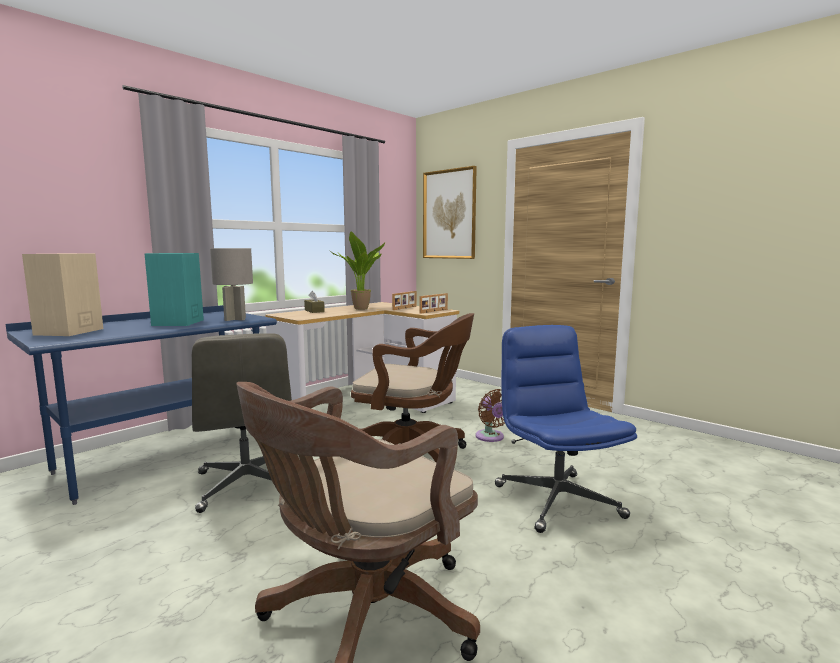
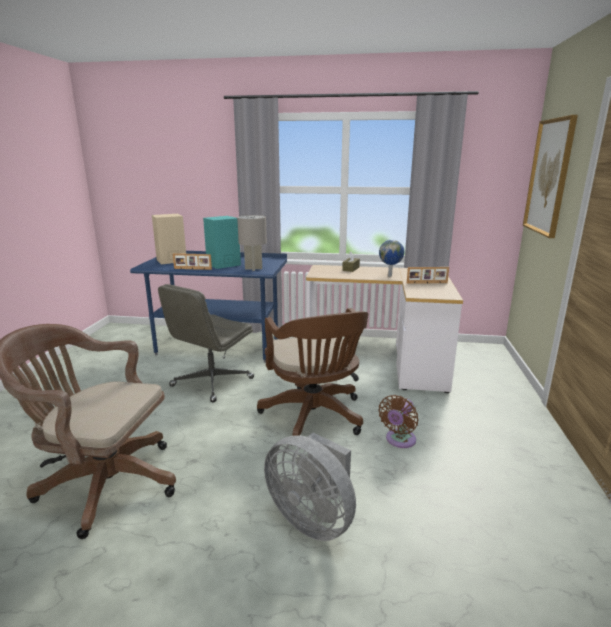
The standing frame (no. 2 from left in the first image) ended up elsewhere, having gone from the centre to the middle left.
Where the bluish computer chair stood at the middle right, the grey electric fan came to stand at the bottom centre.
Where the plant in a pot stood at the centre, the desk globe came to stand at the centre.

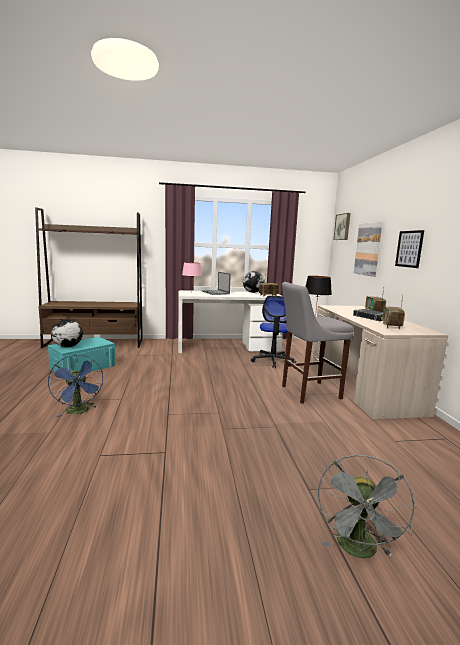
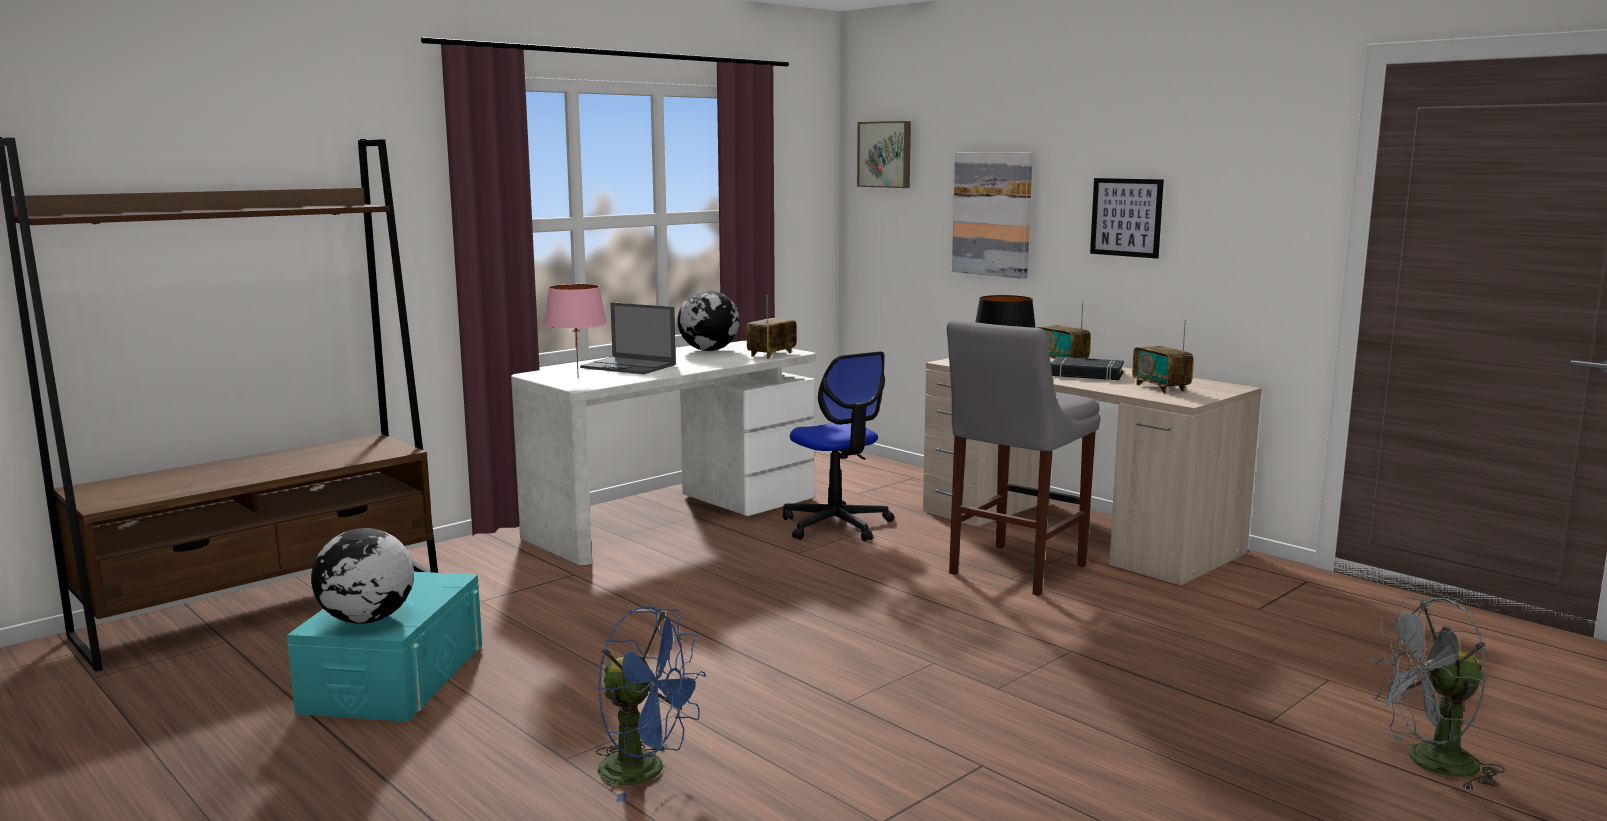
The grey electric fan at the bottom right ended up facing another way, 105 degrees clockwise from before.

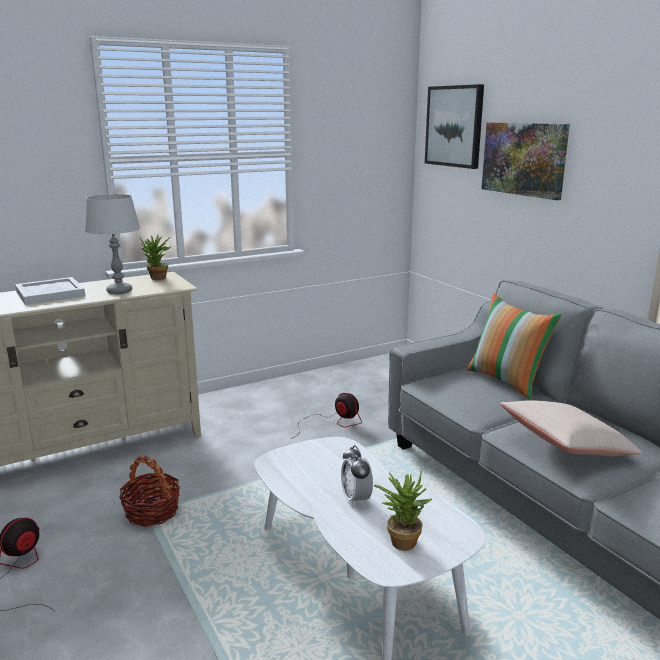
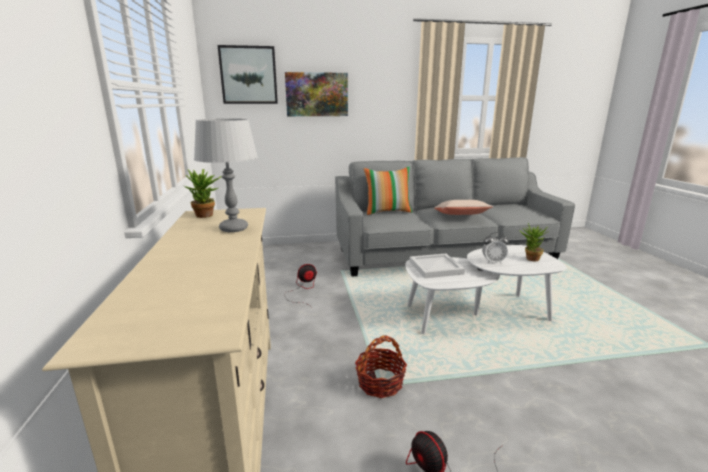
The whitish carrying tray ended up elsewhere, having gone from the middle left to the centre.

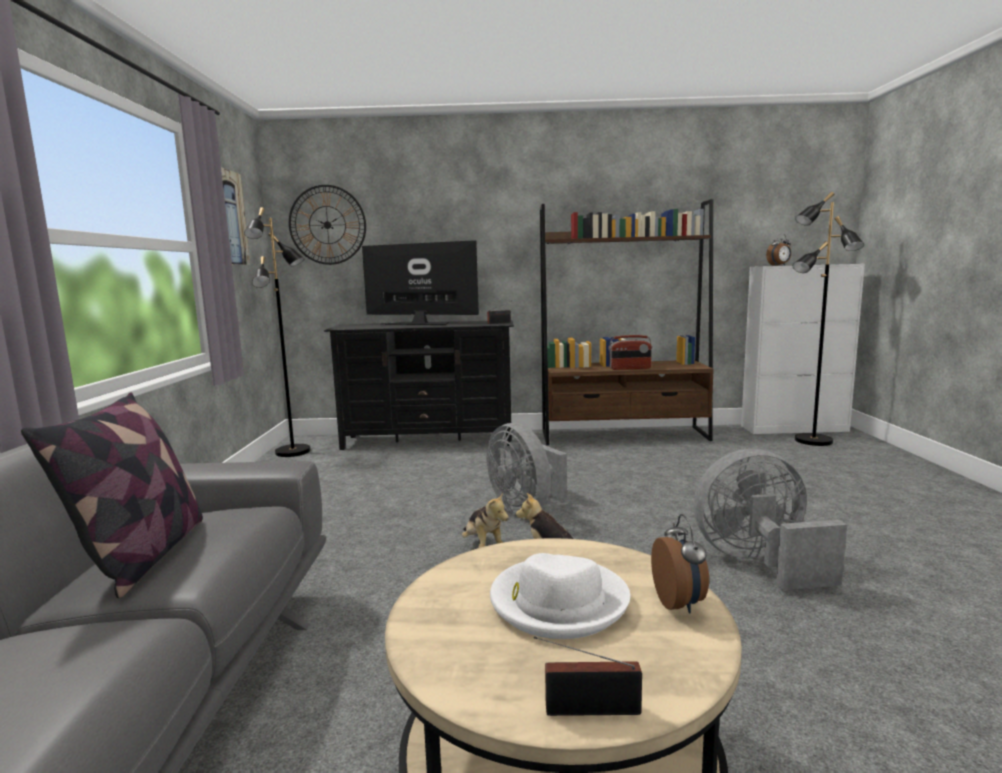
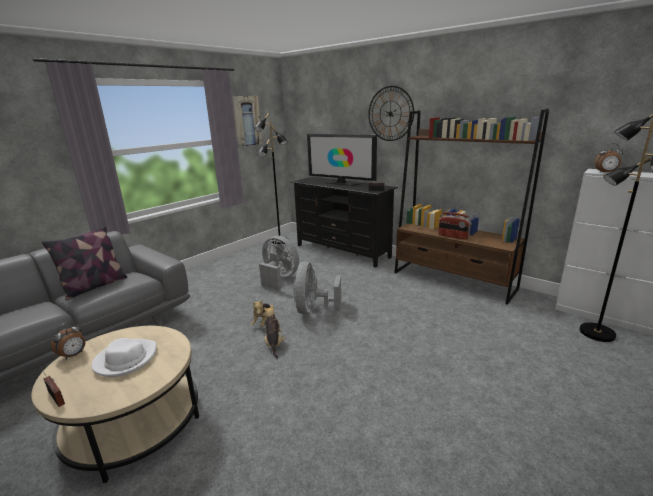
The alarm clock (no. 1 from left) ended up elsewhere, having gone from the bottom right to the bottom left.
The grey electric fan (no. 2 from left in the first image) ended up elsewhere, having gone from the bottom right to the centre.
The TV set at the centre ended up facing another way, 150 degrees clockwise from before.
The wall clock ended up elsewhere, having gone from the top left to the top centre.

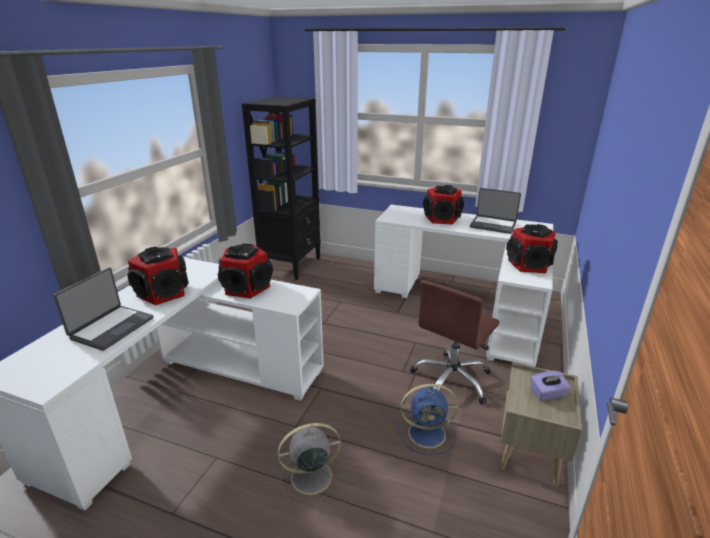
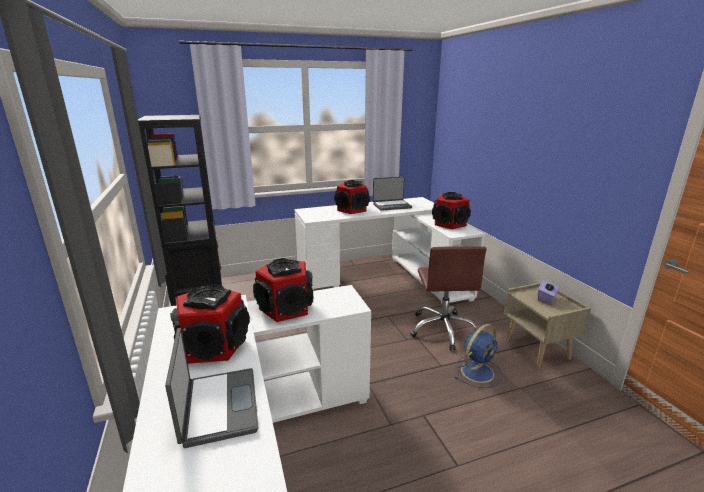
The second view lost the grey electric fan at the bottom centre.

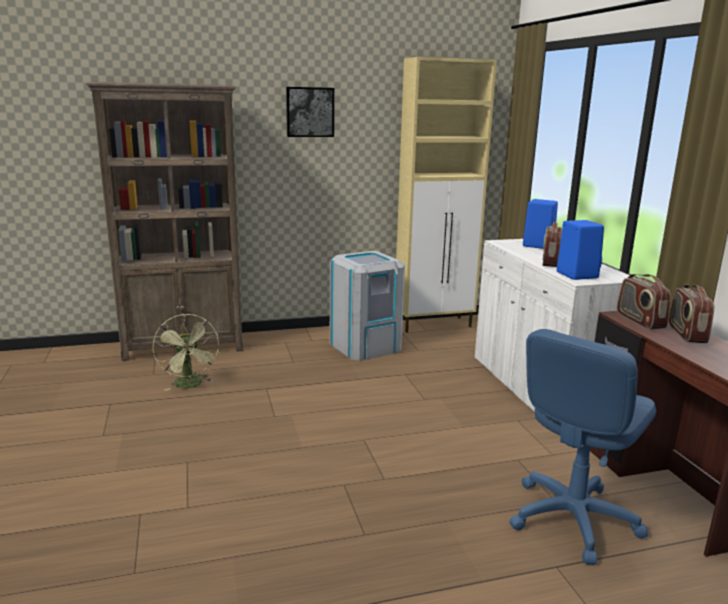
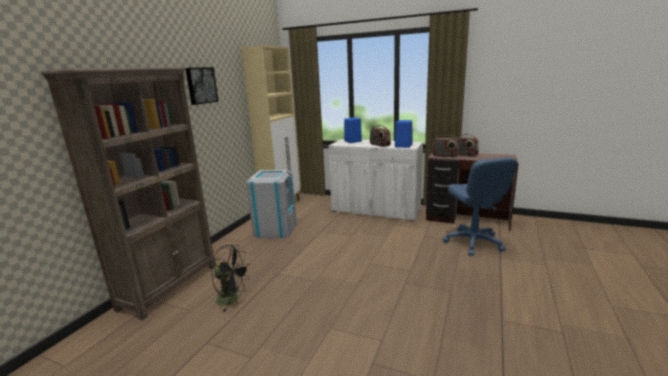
What was the green electric fan at the middle left turned into the black-coloured electric fan at the bottom centre.

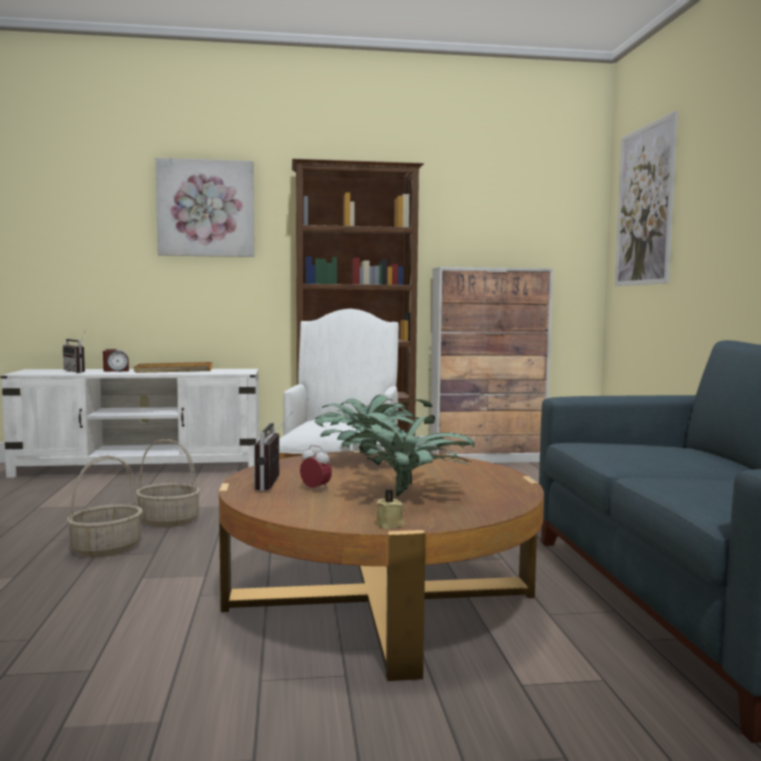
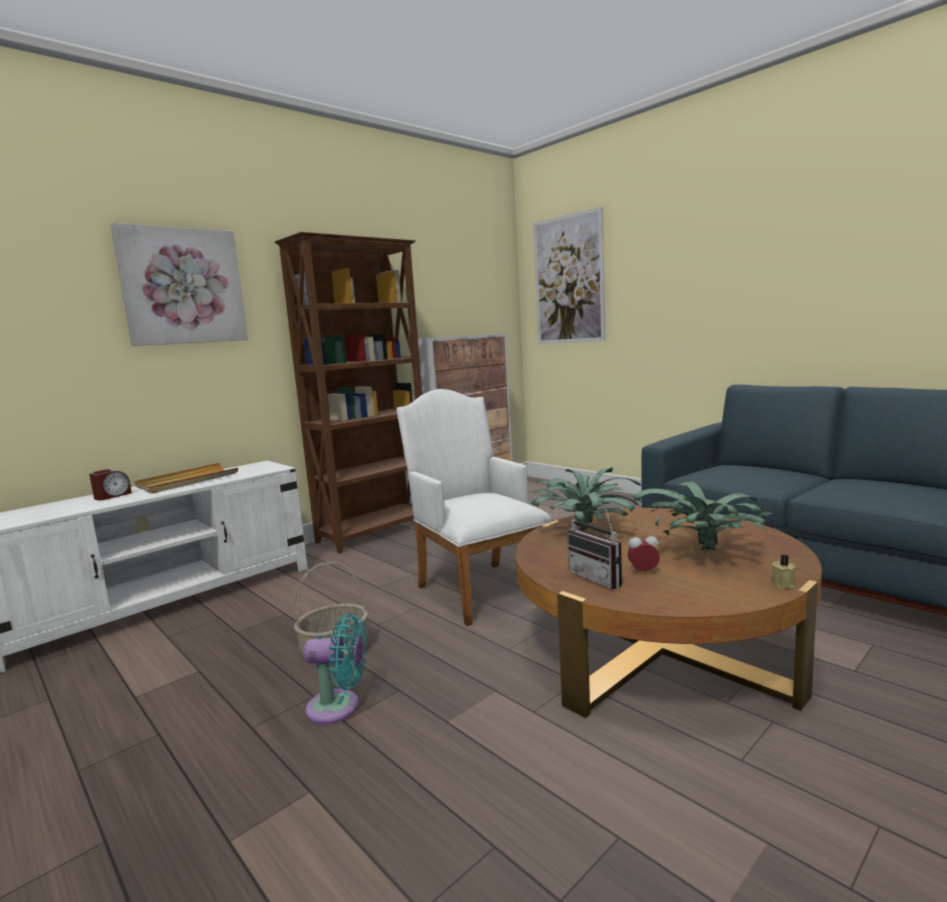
Where the basket (no. 1 from left) stood at the middle left, the blue-green electric fan came to stand at the bottom centre.
The second view lost the radio set (no. 1 from left) at the middle left.

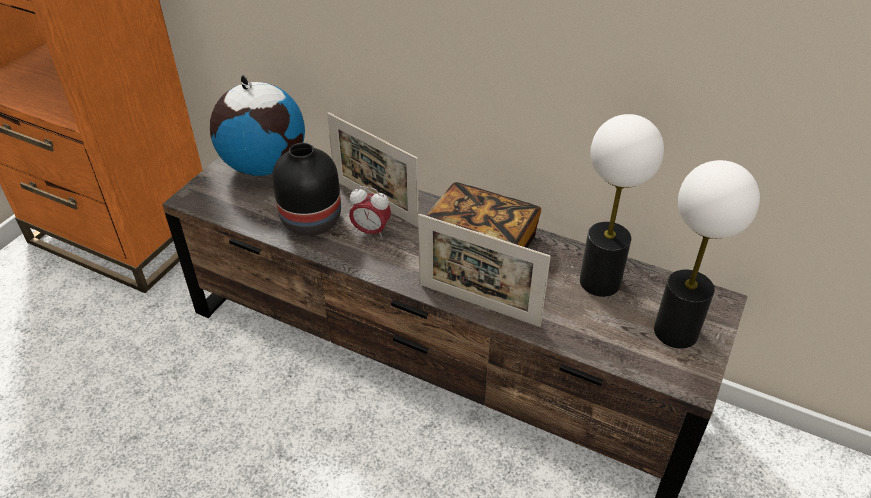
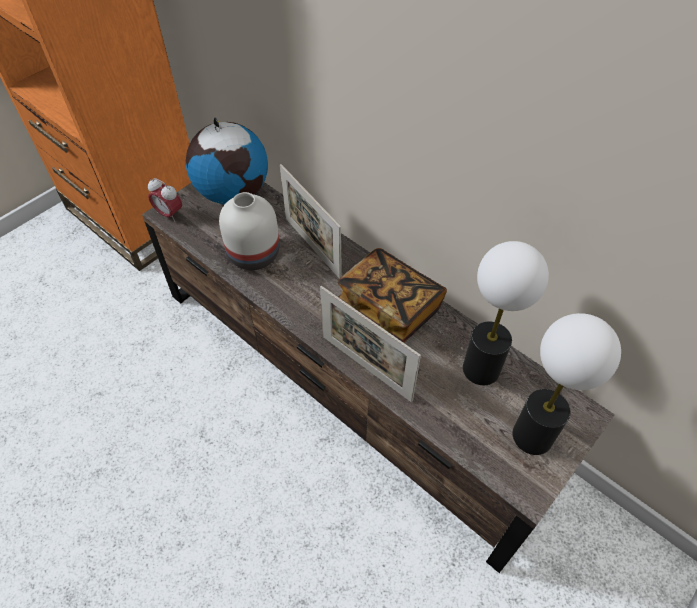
The alarm clock ended up elsewhere, having gone from the centre to the top left.
What was the black-coloured vase at the centre turned into the whitish vase at the centre.

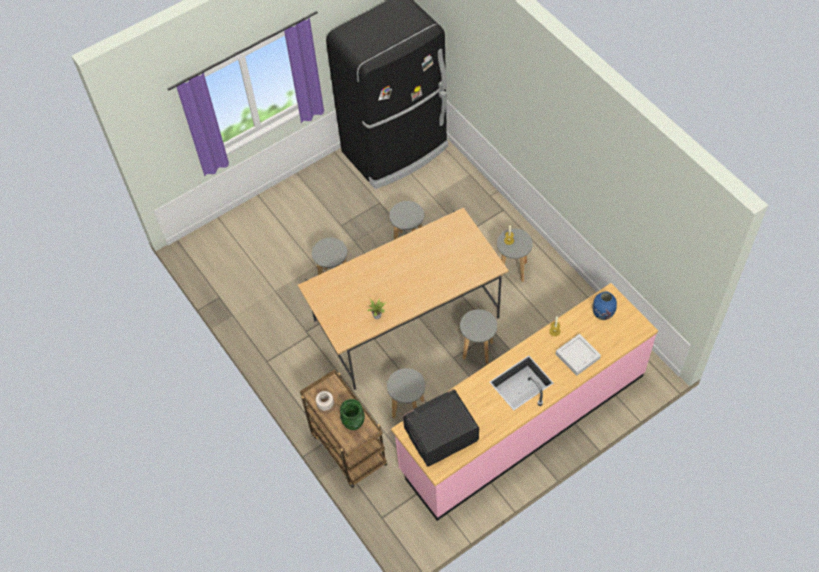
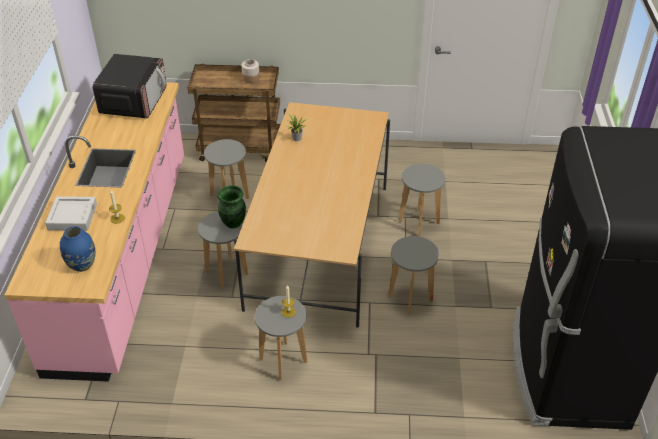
The green vase ended up elsewhere, having gone from the bottom centre to the centre.

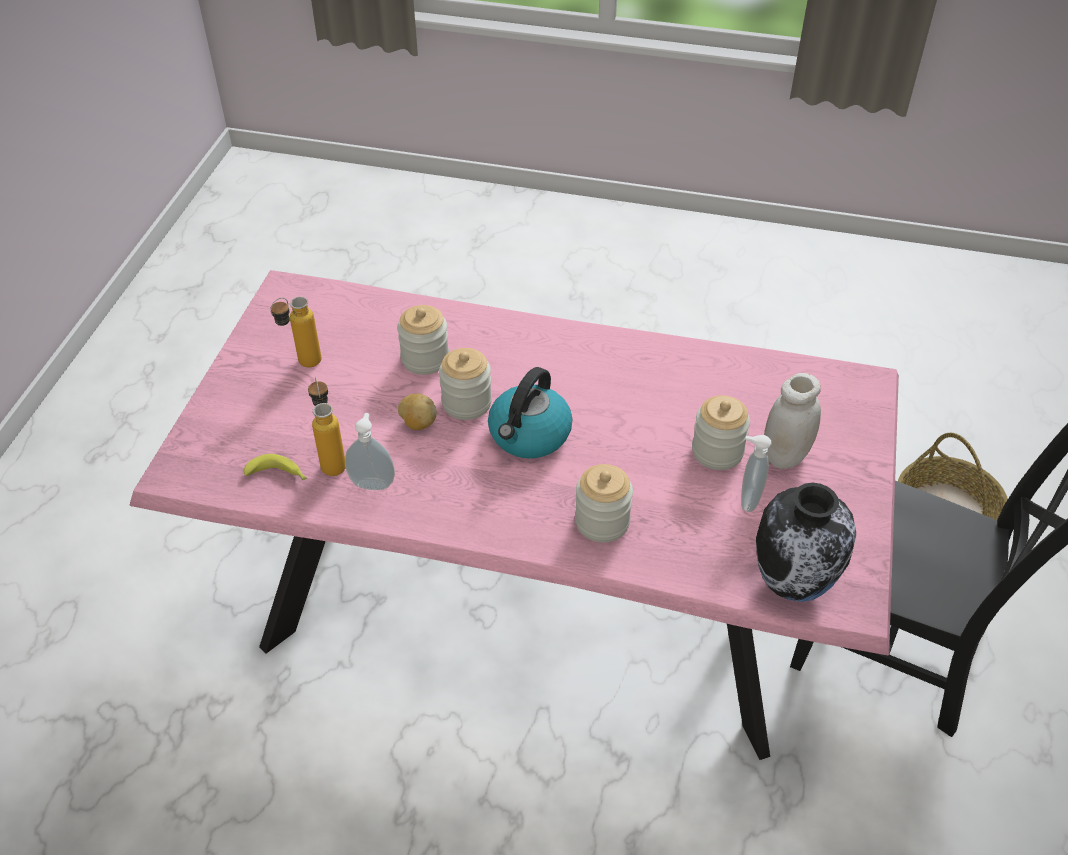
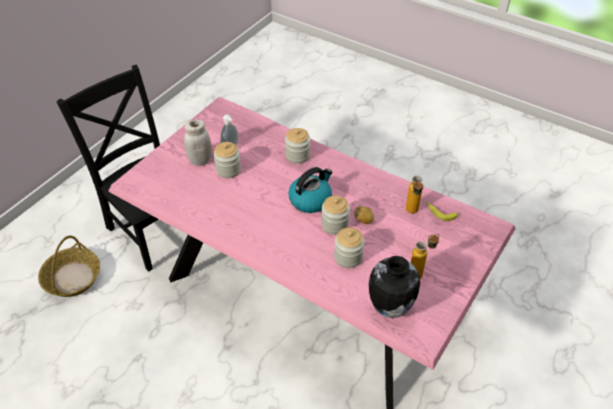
The vase ended up elsewhere, having gone from the middle right to the bottom centre.
The second view lost the liquid soap bottle (no. 1 from left) at the centre.

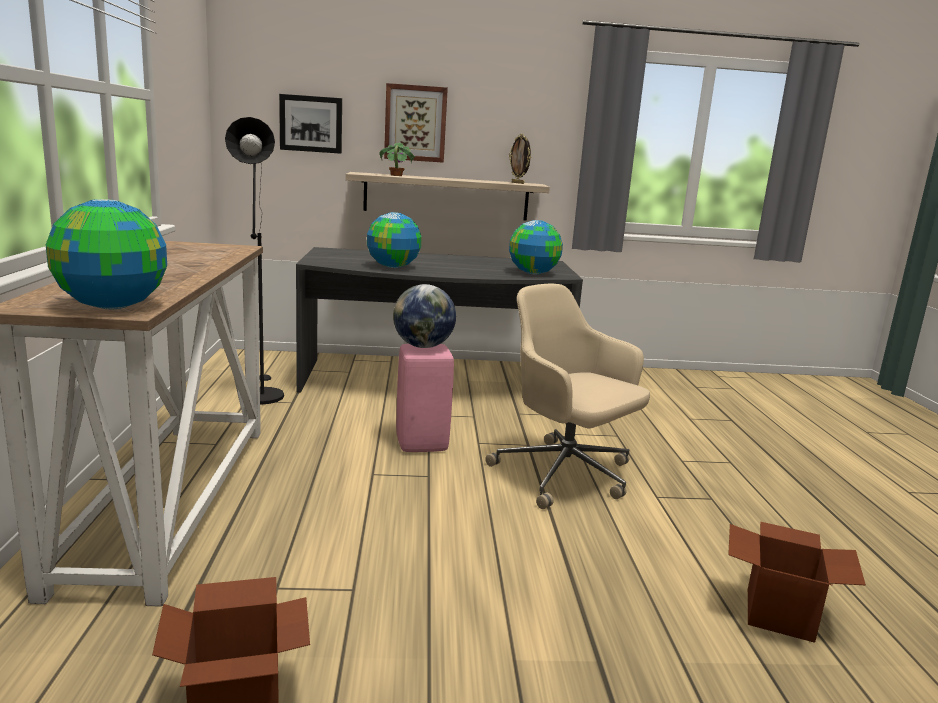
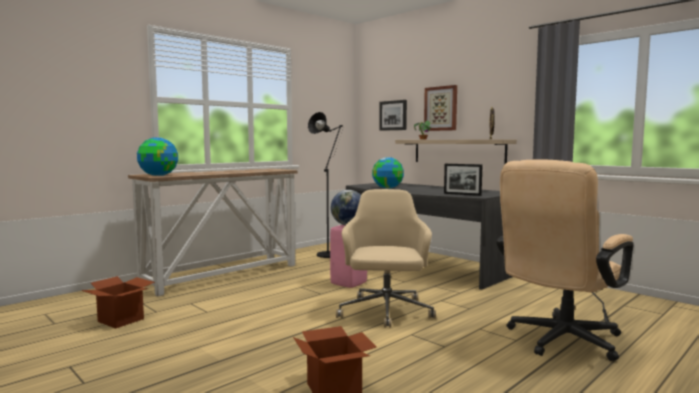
Where the desk globe (no. 4 from left) stood at the centre, the standing frame (no. 1 from left) came to stand at the centre.
The second view gained the sand-coloured computer chair (no. 2 from left) at the middle right.

